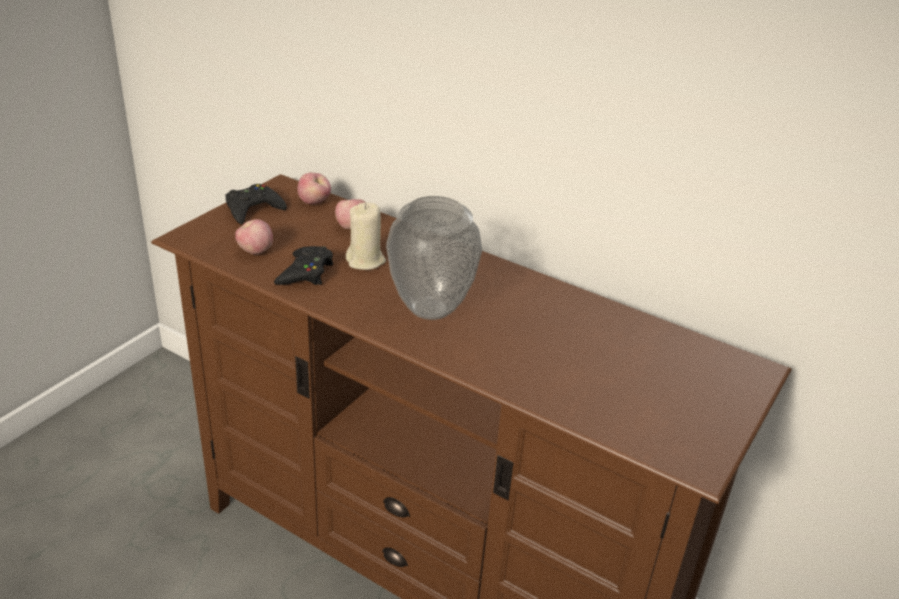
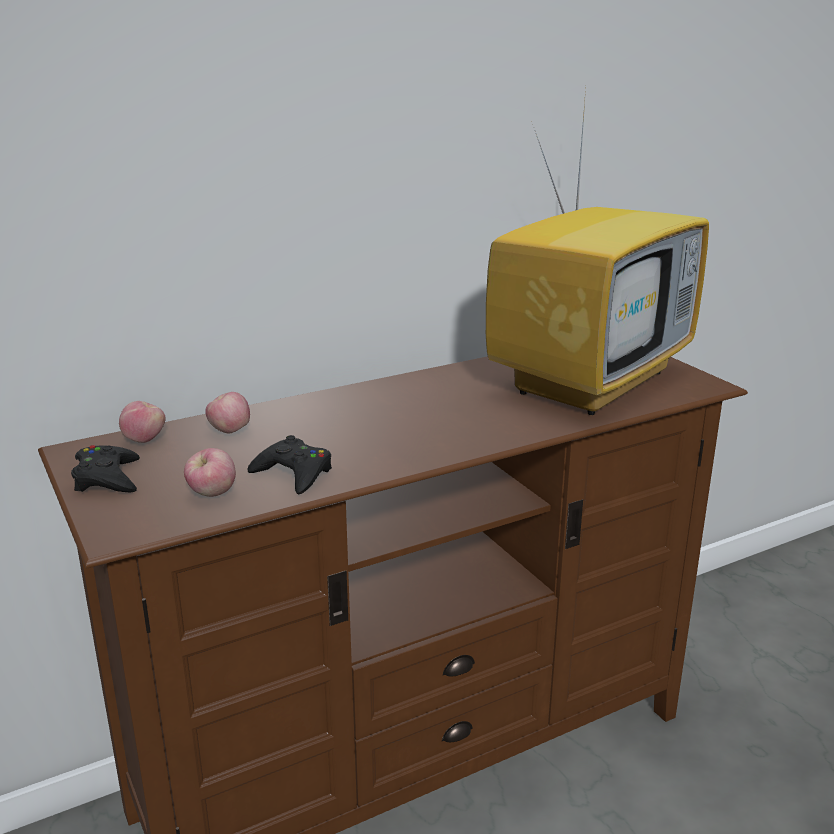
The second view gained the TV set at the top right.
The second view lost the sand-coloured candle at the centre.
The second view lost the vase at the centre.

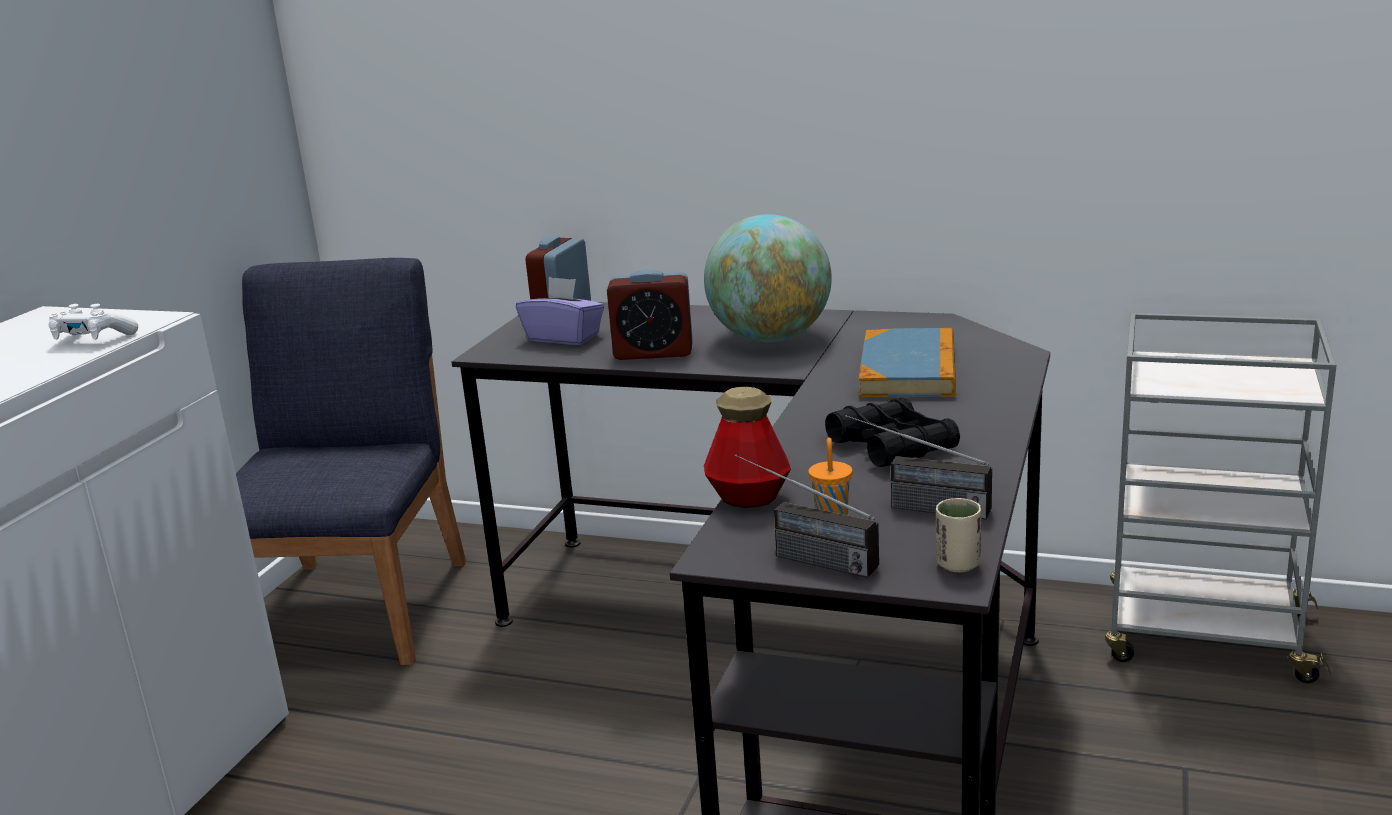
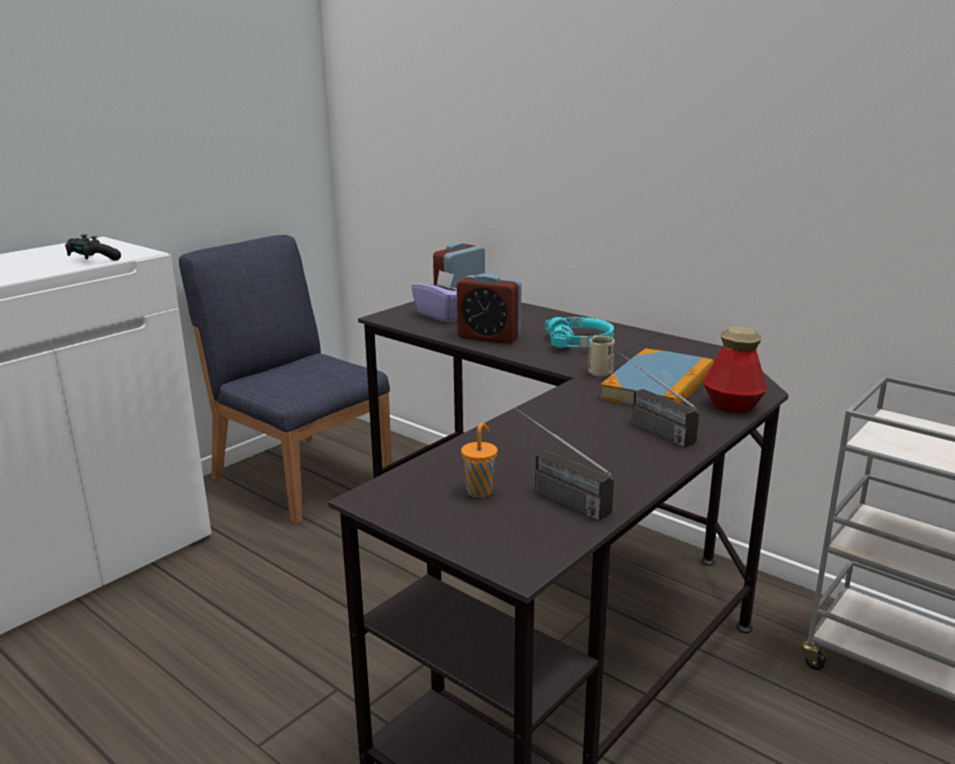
What was the whitish gamepad at the middle left turned into the black-coloured gamepad at the top left.
The bluish upright chair at the middle left ended up facing another way, 75 degrees counterclockwise from before.
Where the desk globe stood at the centre, the blue-green headphones came to stand at the centre.
The sand-coloured small cup ended up elsewhere, having gone from the middle right to the centre.
The radio set (no. 1 from left in the first image) ended up elsewhere, having gone from the centre to the middle right.
The bottle ended up elsewhere, having gone from the centre to the middle right.
The second view lost the black-coloured field glasses at the centre.

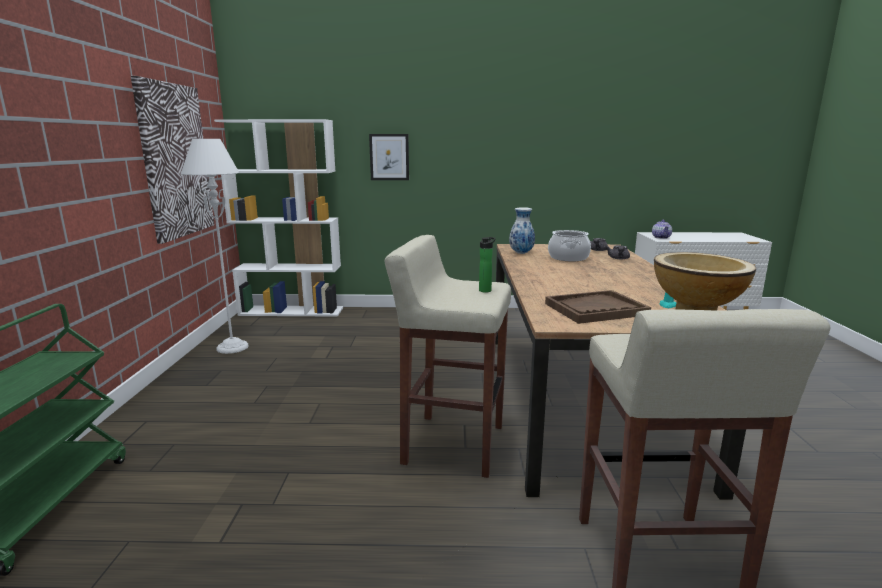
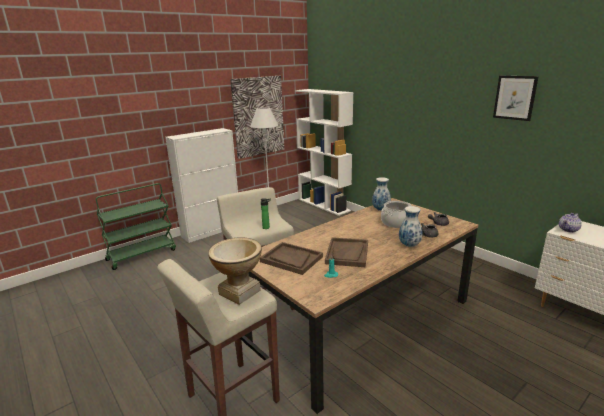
The second view gained the whitish cabinet at the middle left.
The second view gained the brown carrying tray (no. 2 from left) at the centre.
The second view gained the vase (no. 3 from left) at the middle right.
The wall art (no. 2 from left) ended up elsewhere, having gone from the top centre to the top right.

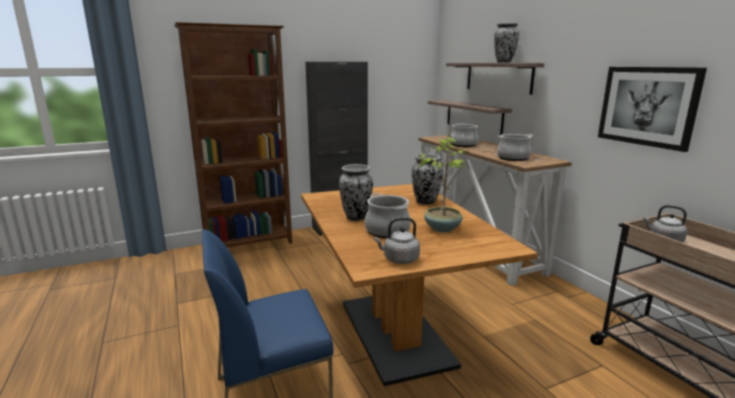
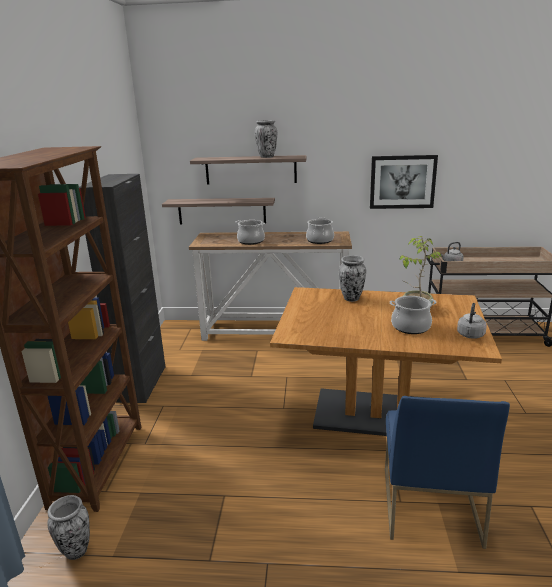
The vase (no. 1 from left) ended up elsewhere, having gone from the centre to the bottom left.

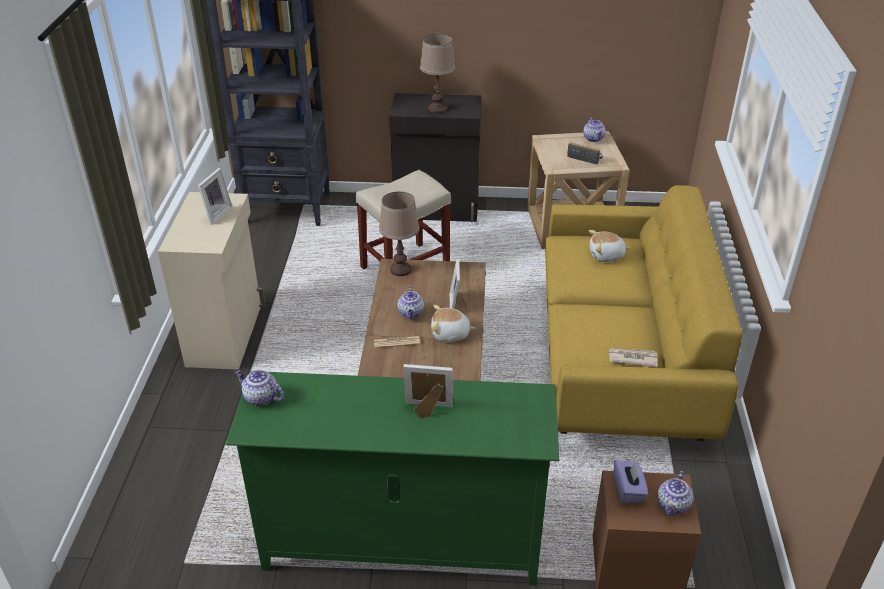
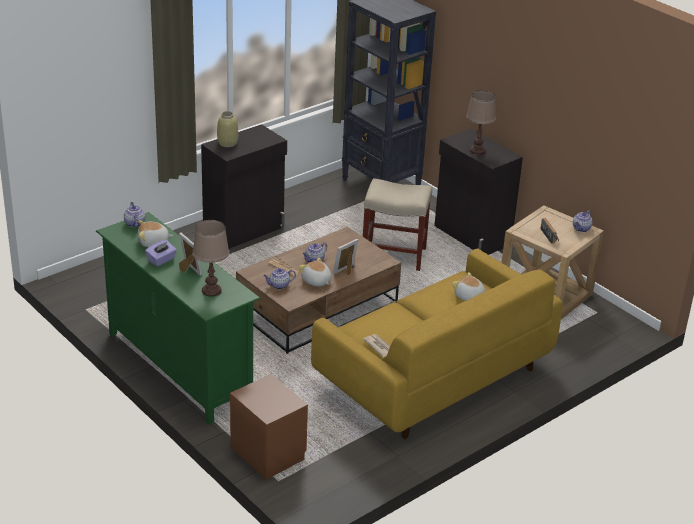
The second view gained the cuddly toy (no. 1 from left) at the middle left.
The purple-coloured tissue holder ended up elsewhere, having gone from the bottom right to the middle left.
The brown table lamp (no. 1 from left) ended up elsewhere, having gone from the centre to the middle left.
What was the sand-coloured cabinet at the middle left turned into the black-coloured cabinet (no. 1 from left) at the centre.
The second view gained the sand-coloured vase at the top left.
The tea pot (no. 4 from left in the first image) ended up elsewhere, having gone from the bottom right to the centre.
The second view lost the standing frame (no. 1 from left) at the top left.

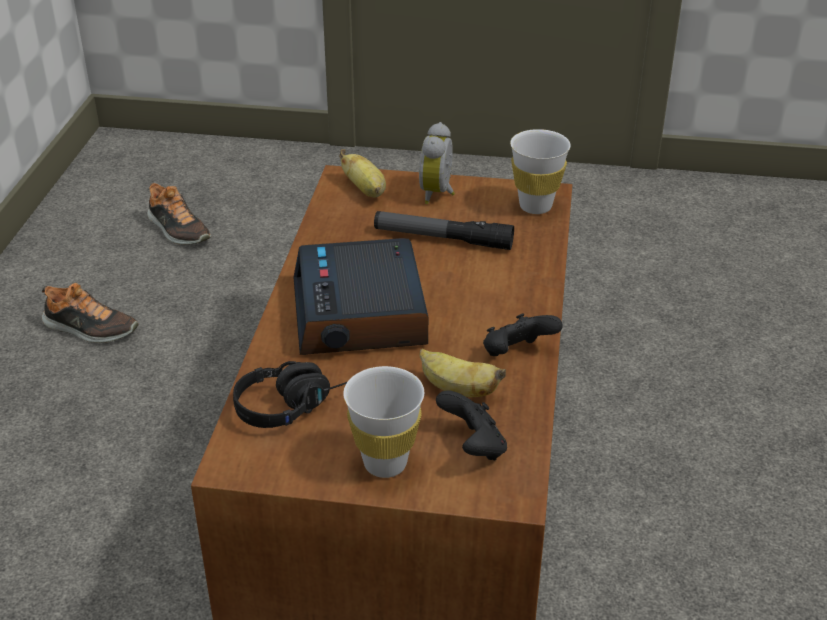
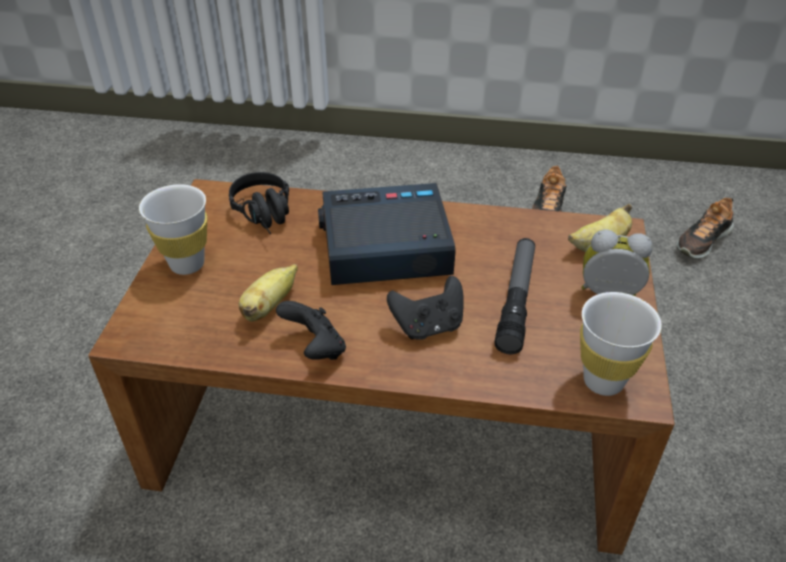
The black-coloured gamepad (no. 1 from left in the first image) ended up elsewhere, having gone from the bottom centre to the centre.

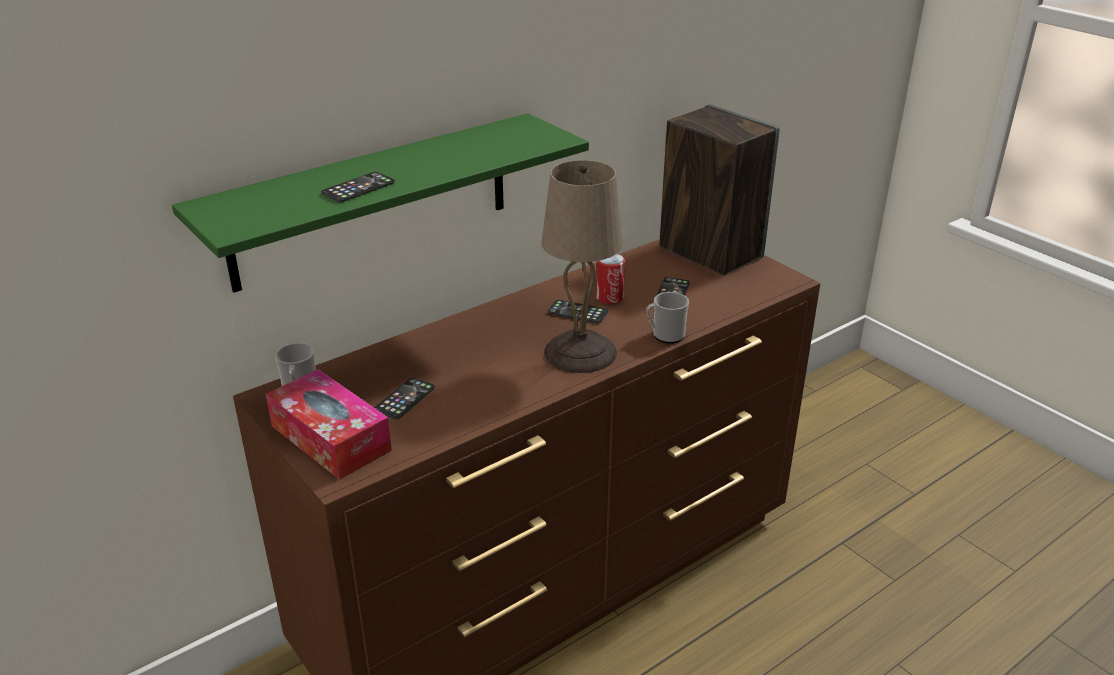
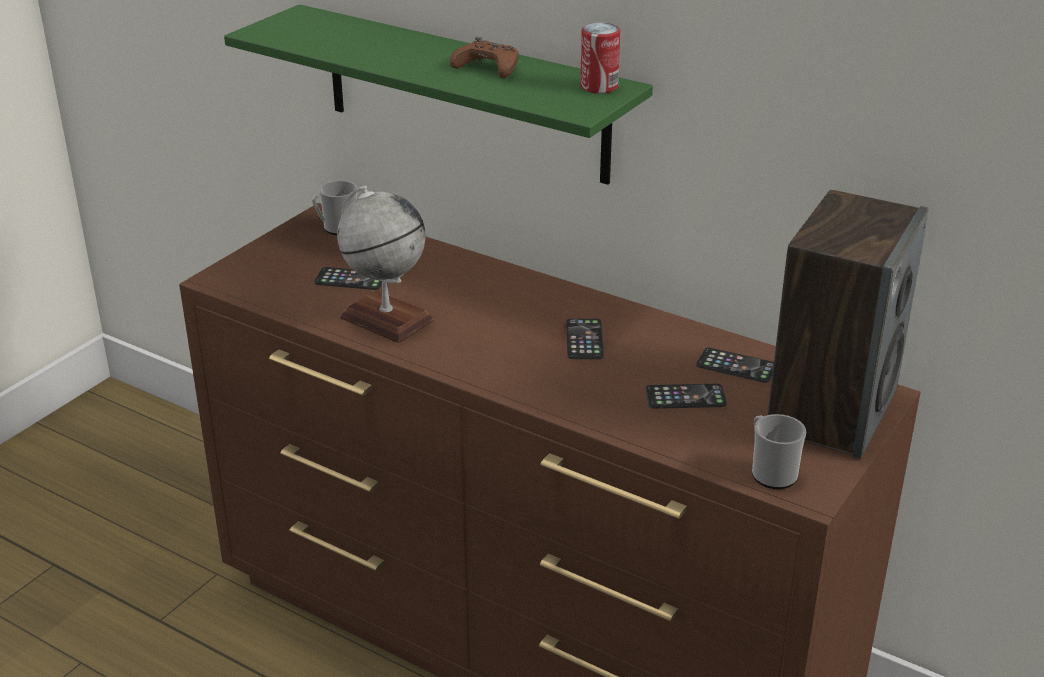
The second view gained the desk globe at the centre.
The second view gained the brown gamepad at the top centre.
The sealed can ended up elsewhere, having gone from the centre to the top centre.
The handset (no. 1 from left in the first image) ended up elsewhere, having gone from the top left to the middle right.
The tea mug (no. 2 from left) ended up elsewhere, having gone from the centre to the middle right.
The second view lost the tissue holder at the middle left.
The second view lost the sand-coloured table lamp at the centre.

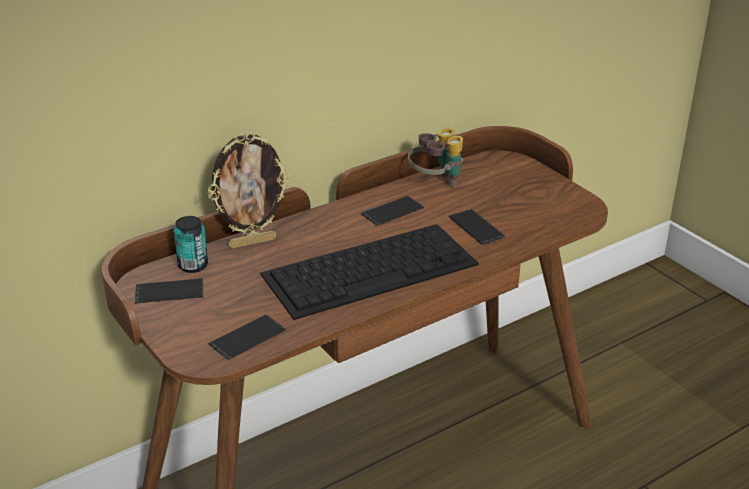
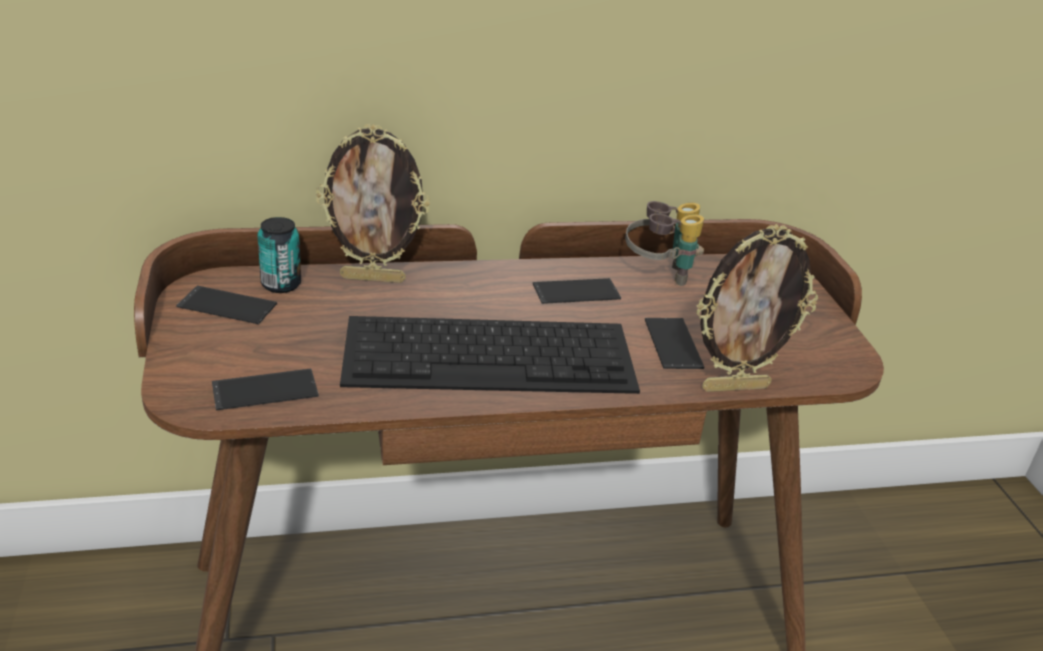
The second view gained the standing frame (no. 2 from left) at the middle right.

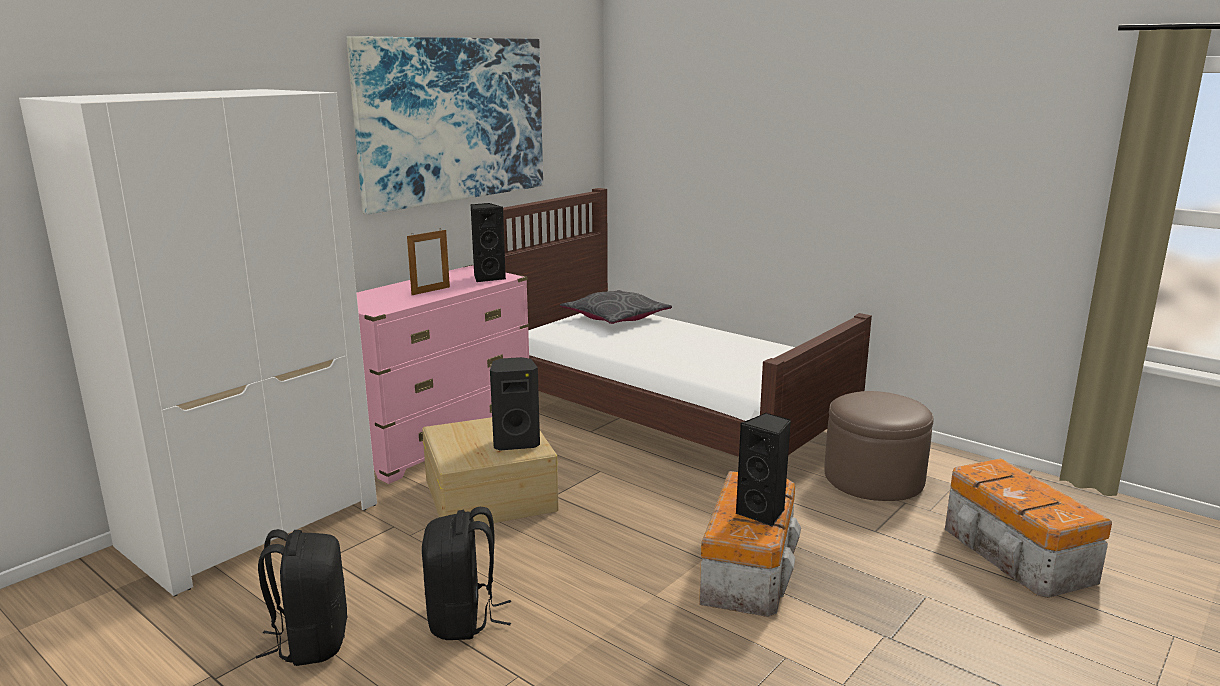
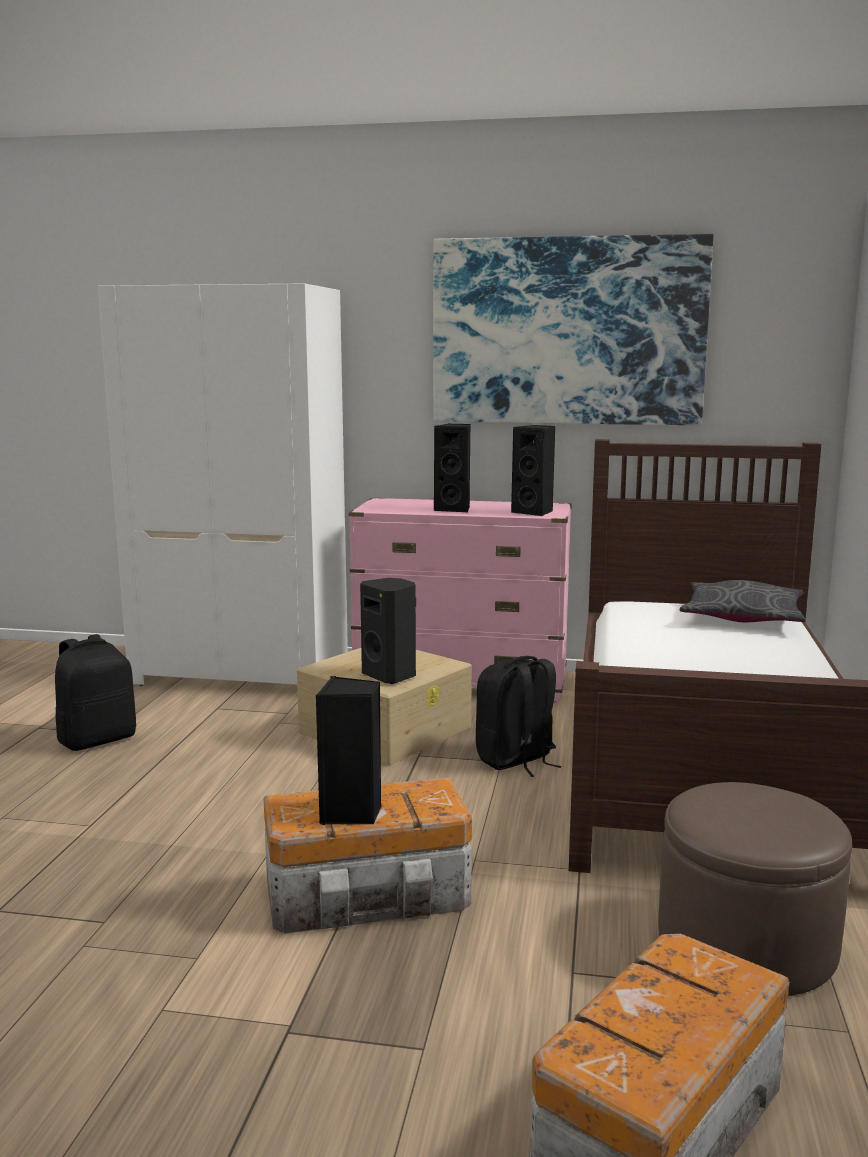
Where the standing frame stood at the centre, the black-coloured audio speaker (no. 3 from left) came to stand at the centre.
The black-coloured backpack (no. 2 from left) ended up elsewhere, having gone from the bottom centre to the centre.

